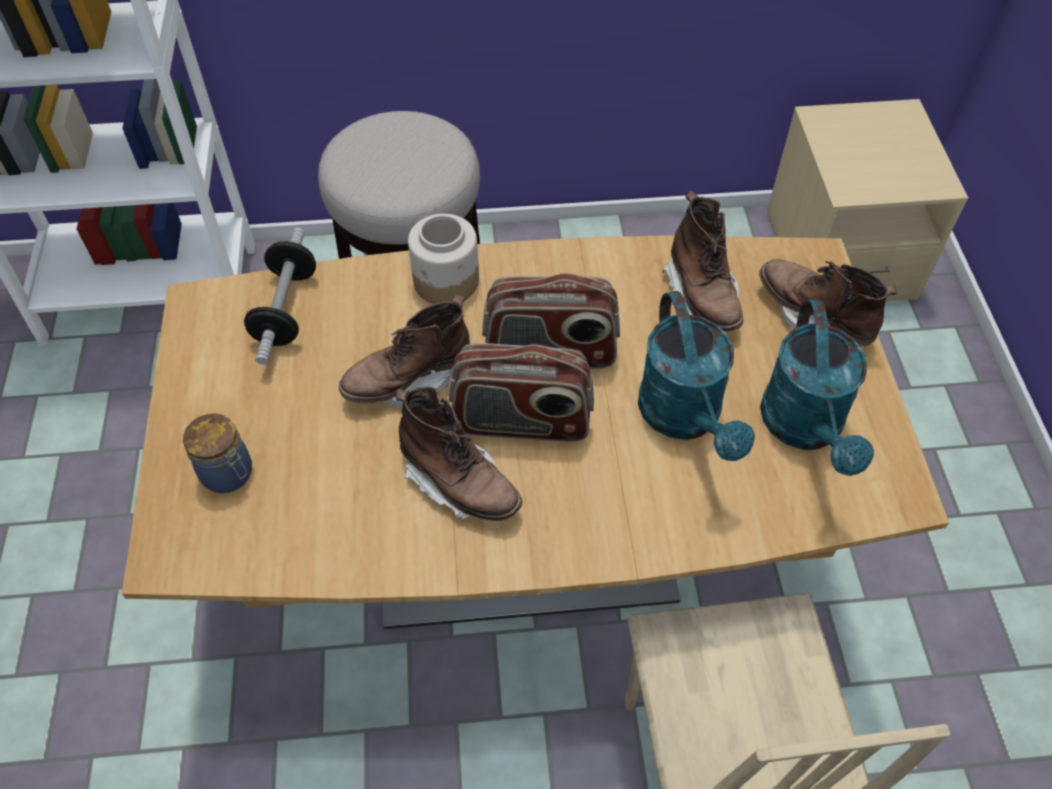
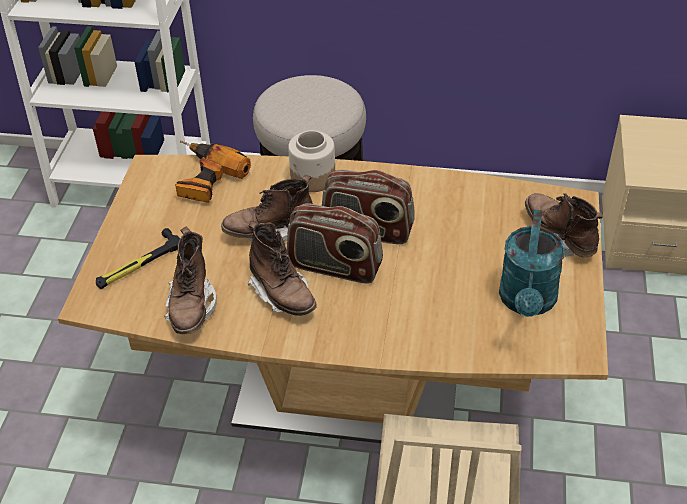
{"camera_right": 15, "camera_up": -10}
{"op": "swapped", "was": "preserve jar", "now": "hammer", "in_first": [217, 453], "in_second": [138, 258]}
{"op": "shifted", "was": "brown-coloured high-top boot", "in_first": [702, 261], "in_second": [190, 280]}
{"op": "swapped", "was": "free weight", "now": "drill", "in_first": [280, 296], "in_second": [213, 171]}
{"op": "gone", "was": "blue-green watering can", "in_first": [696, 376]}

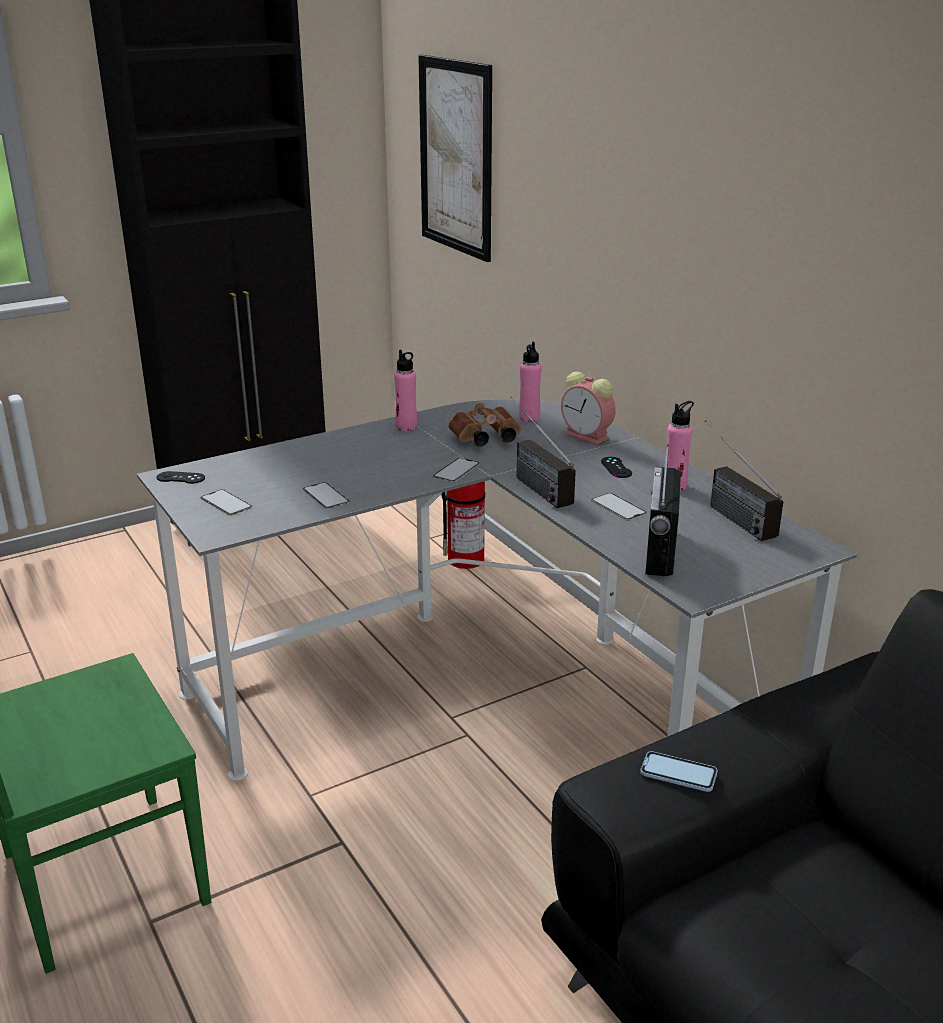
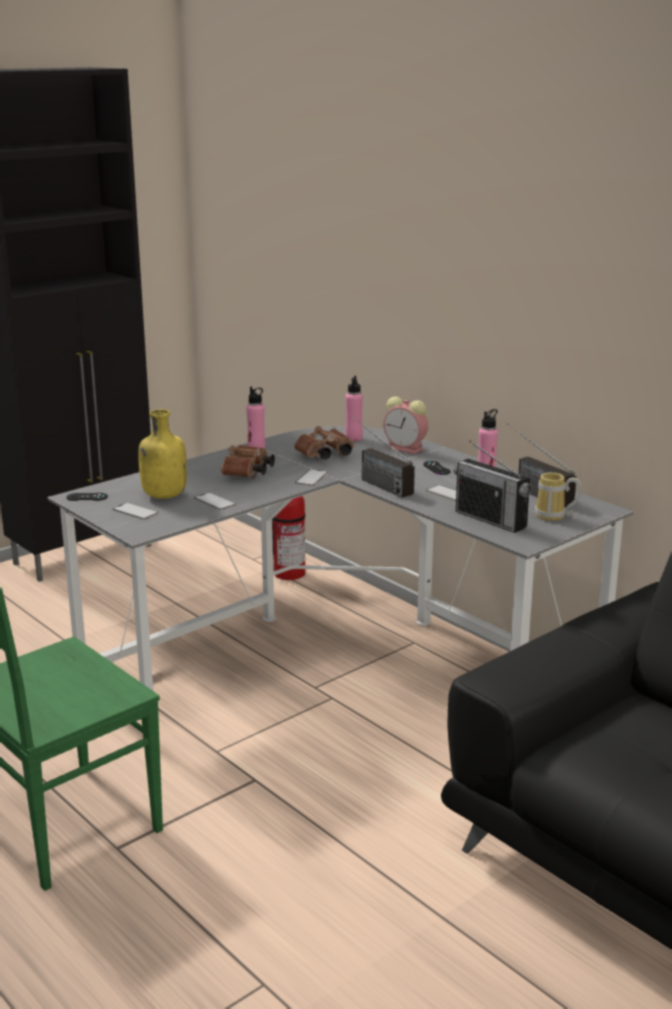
{"camera_right": -10, "camera_up": -5}
{"op": "new", "now": "yellow-coloured drink bottle", "in_second": [162, 454]}
{"op": "new", "now": "brown-coloured pair of binoculars", "in_second": [248, 461]}
{"op": "rotated", "was": "radio", "in_first": [663, 510], "in_second": [493, 486], "clockwise": -45}
{"op": "new", "now": "coffee mug", "in_second": [558, 496]}
{"op": "gone", "was": "picture", "in_first": [455, 158]}
{"op": "gone", "was": "telephone", "in_first": [679, 771]}

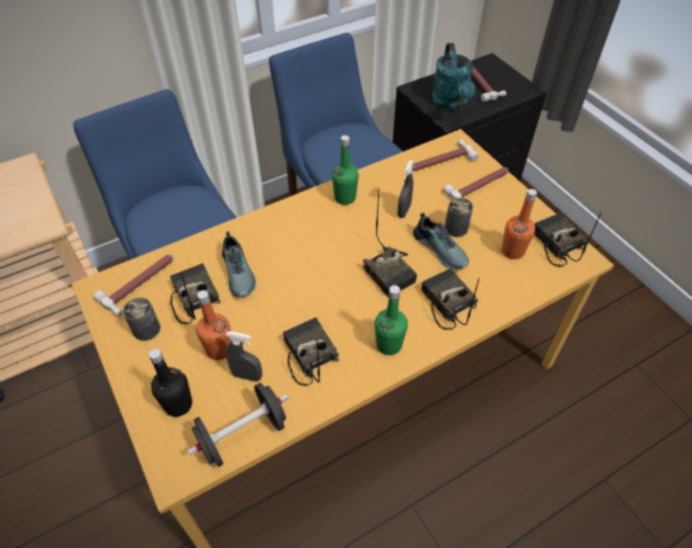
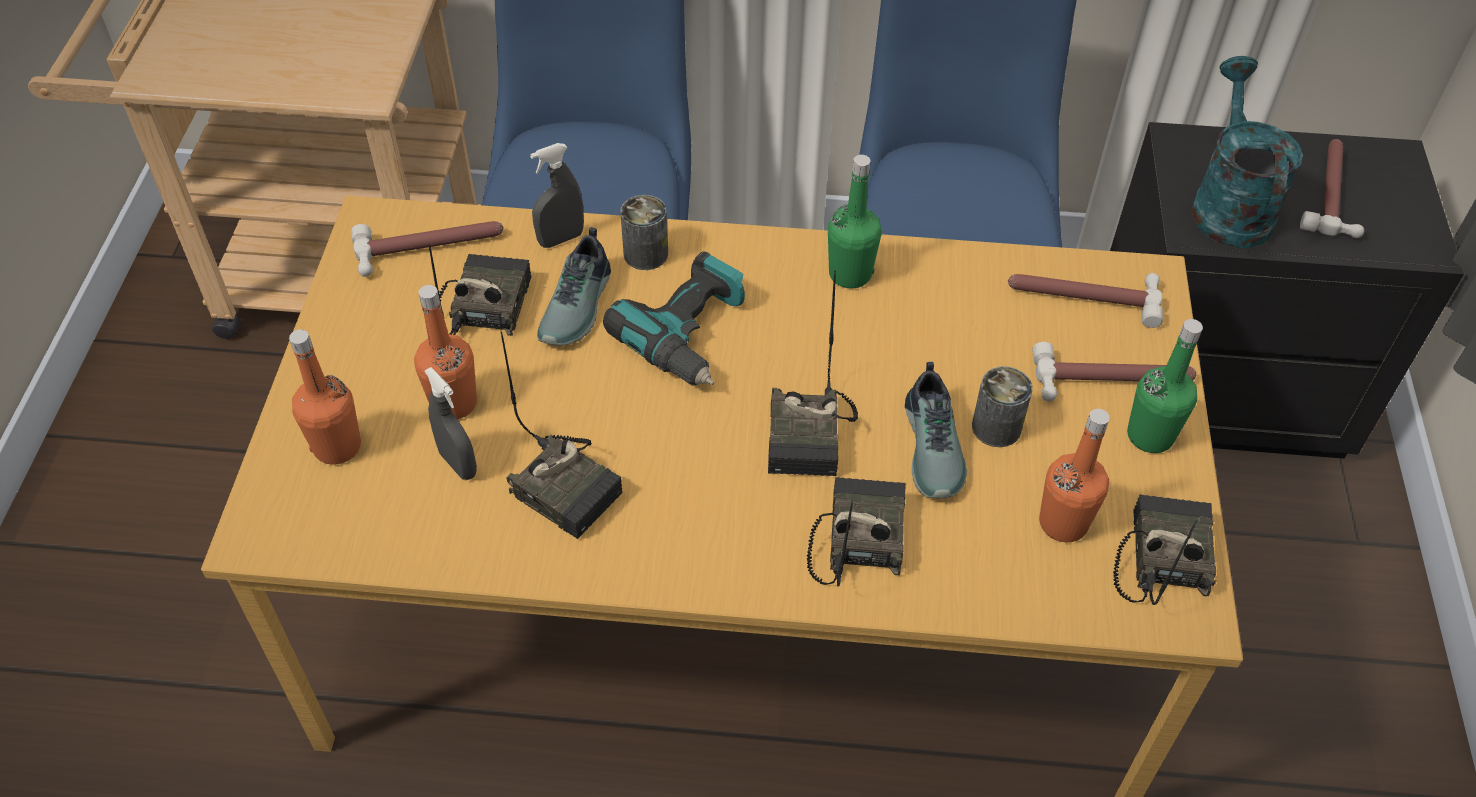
{"camera_right": 35, "camera_up": 0}
{"op": "repainted", "was": "blackish drink bottle", "now": "orange drink bottle", "in_first": [170, 382], "in_second": [325, 397]}
{"op": "rotated", "was": "radio", "in_first": [311, 351], "in_second": [561, 435], "clockwise": 120}
{"op": "shifted", "was": "gray sprayer", "in_first": [405, 189], "in_second": [557, 195]}
{"op": "new", "now": "drill", "in_second": [674, 318]}
{"op": "shifted", "was": "can", "in_first": [141, 319], "in_second": [644, 232]}
{"op": "shifted", "was": "green drink bottle", "in_first": [391, 320], "in_second": [1165, 386]}
{"op": "rotated", "was": "blue-green watering can", "in_first": [453, 77], "in_second": [1247, 152], "clockwise": 150}
{"op": "gone", "was": "blackish free weight", "in_first": [238, 425]}

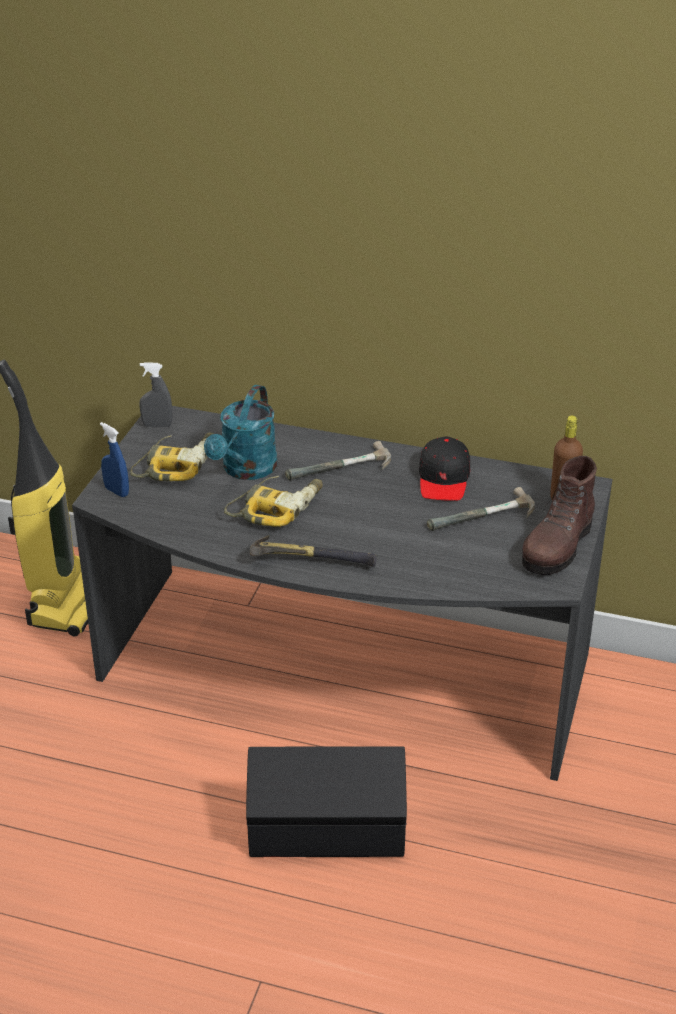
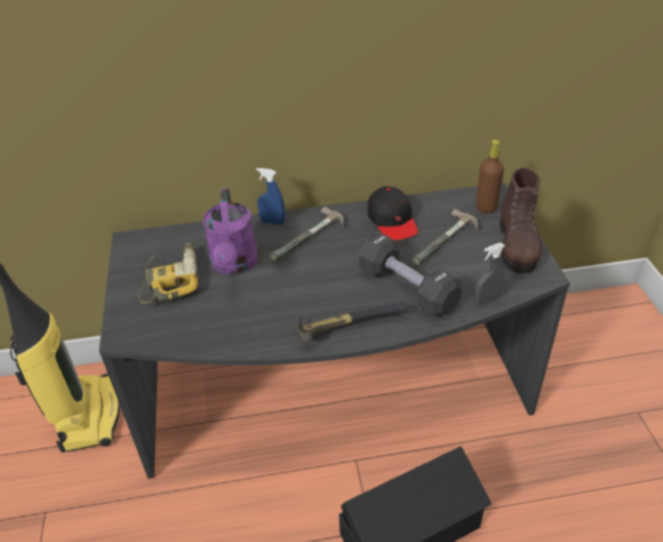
{"camera_right": -25, "camera_up": 5}
{"op": "repainted", "was": "blue-green watering can", "now": "purplish watering can", "in_first": [240, 432], "in_second": [230, 232]}
{"op": "shifted", "was": "blue sprayer", "in_first": [114, 459], "in_second": [270, 196]}
{"op": "new", "now": "blackish free weight", "in_second": [410, 274]}
{"op": "shifted", "was": "gray sprayer", "in_first": [155, 394], "in_second": [489, 274]}
{"op": "gone", "was": "drill", "in_first": [273, 501]}

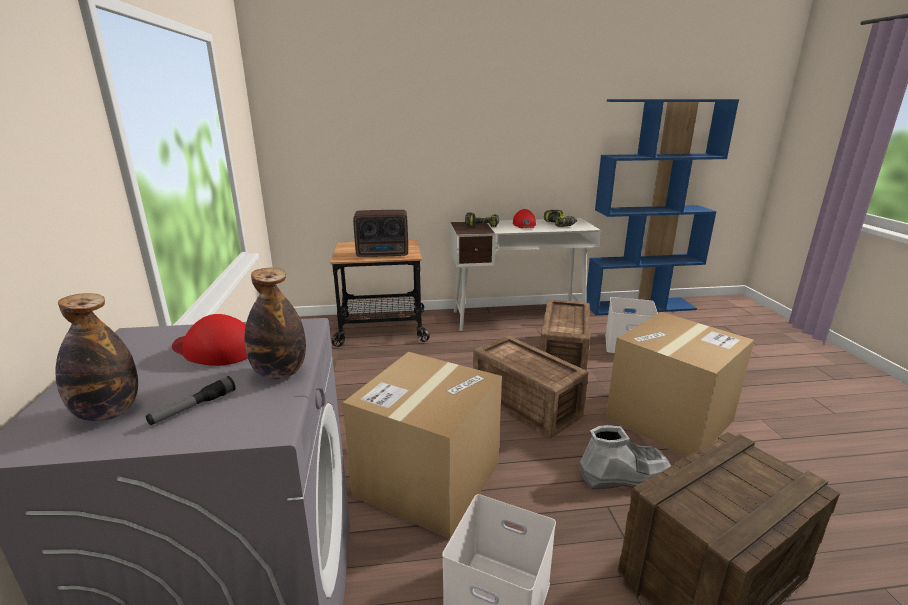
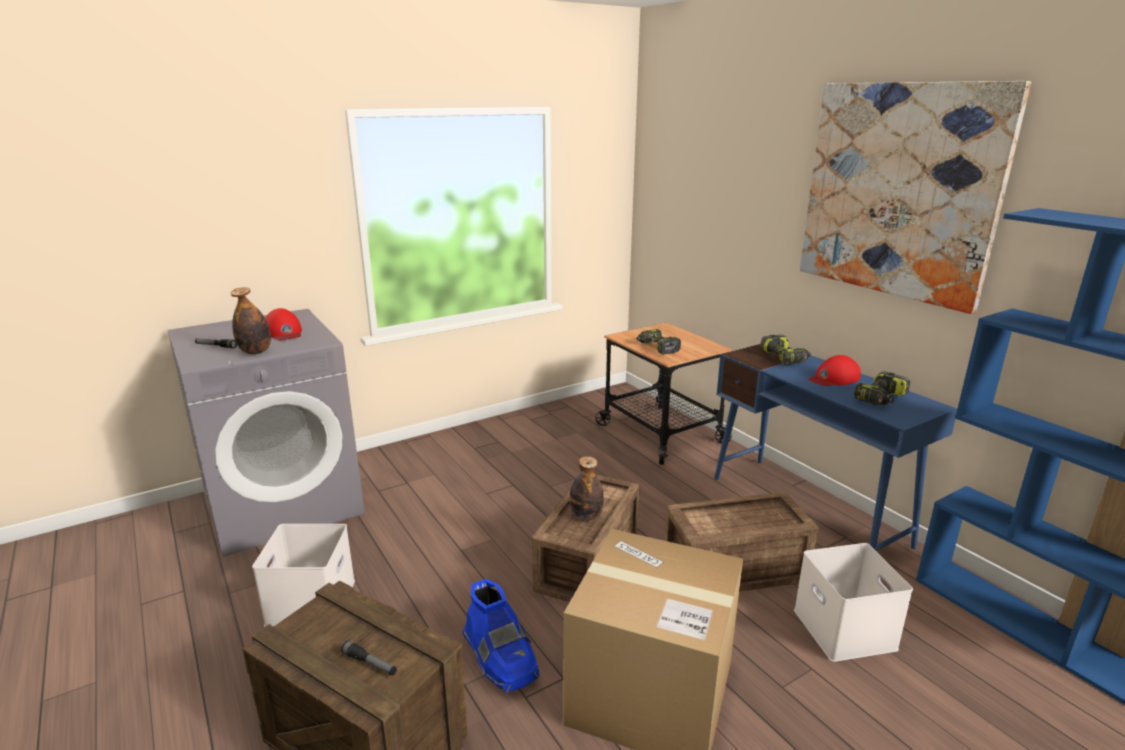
{"camera_right": 65, "camera_up": 0}
{"op": "rotated", "was": "reddish baseball cap", "in_first": [210, 340], "in_second": [283, 324], "clockwise": 150}
{"op": "new", "now": "hand torch", "in_second": [369, 658]}
{"op": "repainted", "was": "gray high-top boot", "now": "blue high-top boot", "in_first": [625, 457], "in_second": [501, 636]}
{"op": "shifted", "was": "drink bottle", "in_first": [97, 357], "in_second": [586, 488]}
{"op": "swapped", "was": "radio", "now": "drill", "in_first": [380, 233], "in_second": [658, 341]}
{"op": "repainted", "was": "white desk", "now": "blue desk", "in_first": [525, 274], "in_second": [835, 447]}
{"op": "new", "now": "picture", "in_second": [915, 197]}
{"op": "gone", "was": "cardboard box", "in_first": [422, 445]}

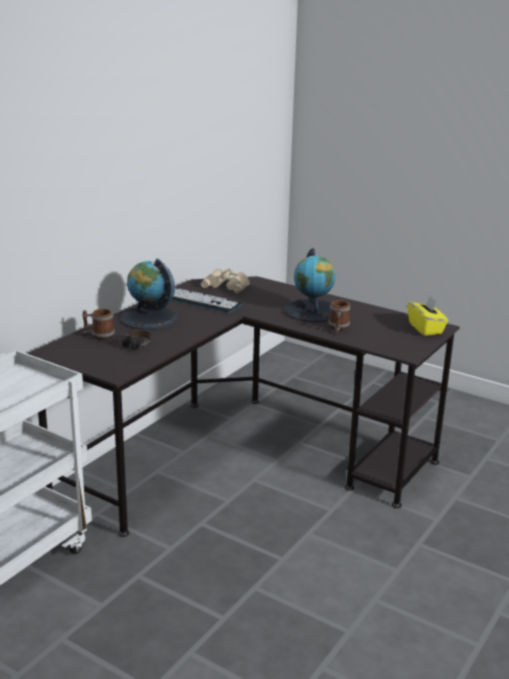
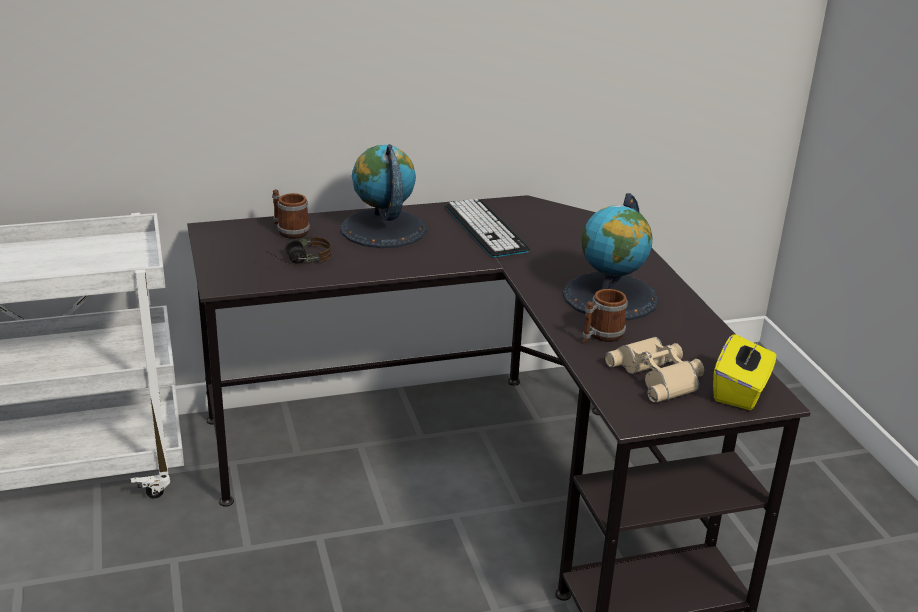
{"camera_right": 40, "camera_up": 5}
{"op": "shifted", "was": "beige pair of binoculars", "in_first": [225, 281], "in_second": [654, 370]}

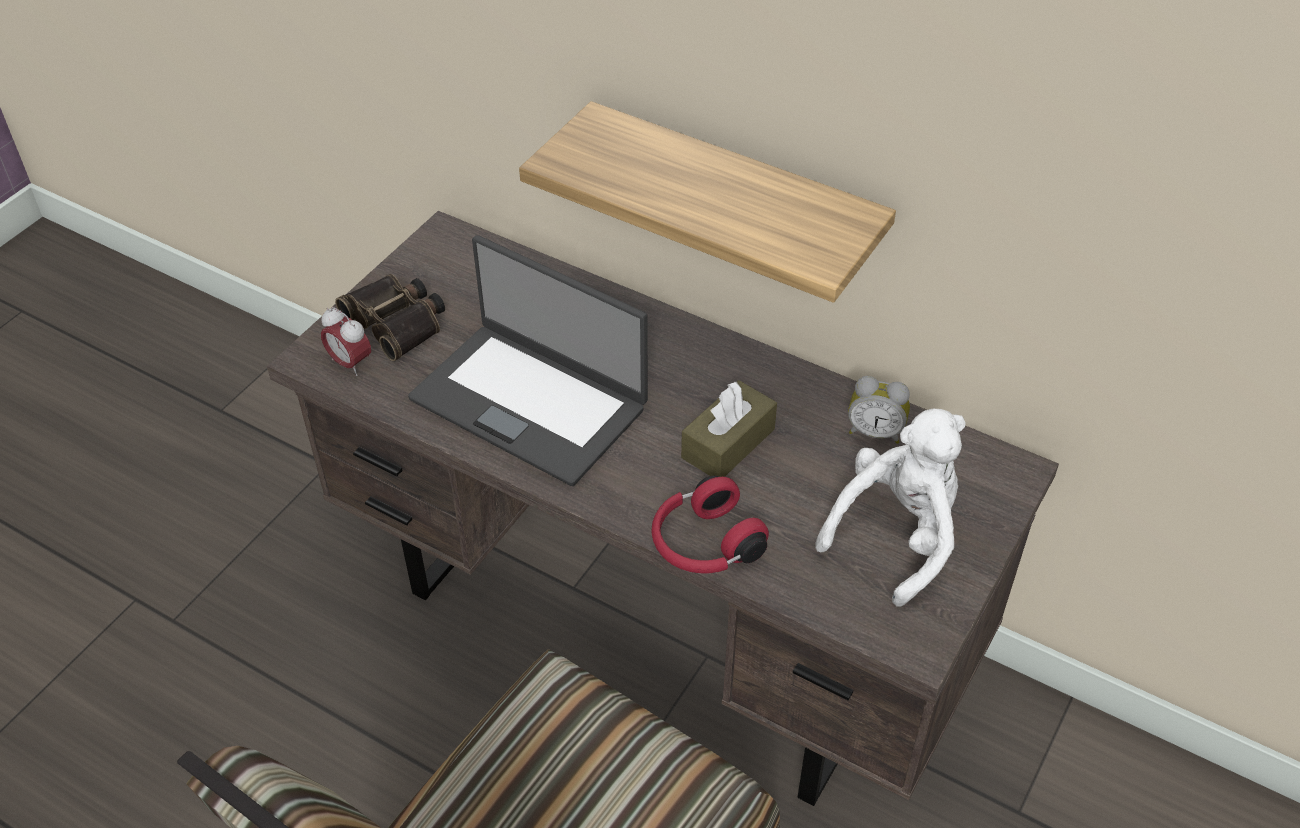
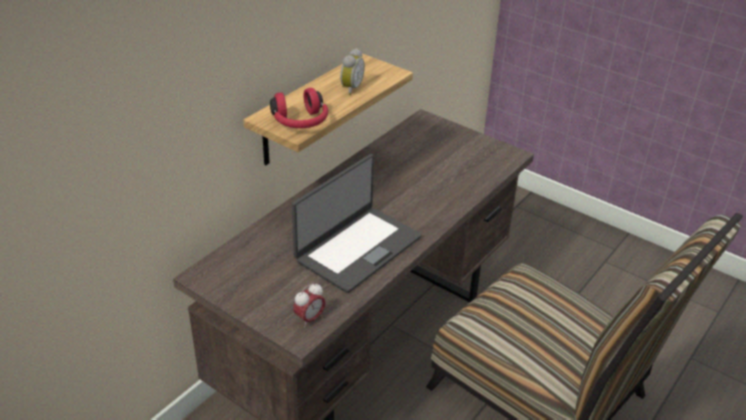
{"camera_right": -85, "camera_up": -10}
{"op": "shifted", "was": "reddish headset", "in_first": [710, 524], "in_second": [299, 108]}
{"op": "shifted", "was": "bedside clock", "in_first": [879, 410], "in_second": [352, 71]}
{"op": "gone", "was": "pair of binoculars", "in_first": [390, 317]}
{"op": "gone", "was": "brown-coloured tissue holder", "in_first": [729, 428]}
{"op": "gone", "was": "white cuddly toy", "in_first": [890, 507]}

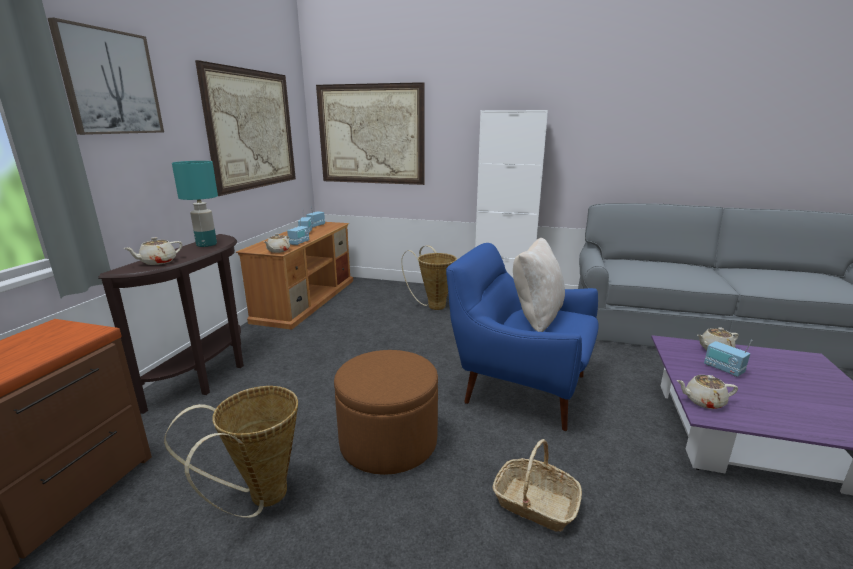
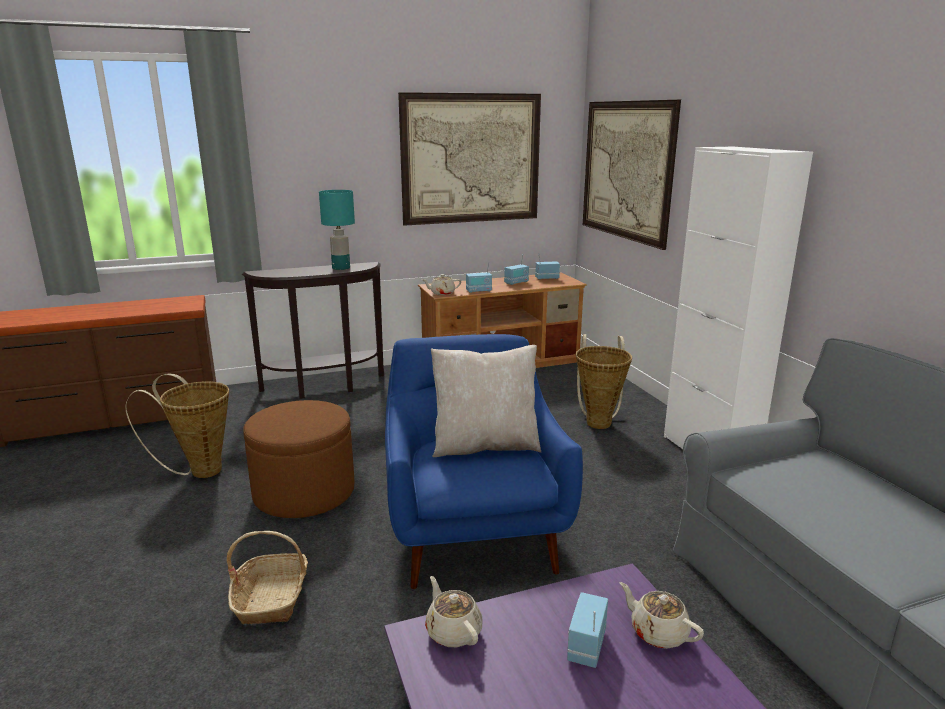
{"camera_right": 55, "camera_up": 0}
{"op": "gone", "was": "picture", "in_first": [106, 76]}
{"op": "gone", "was": "beige teapot", "in_first": [153, 251]}

